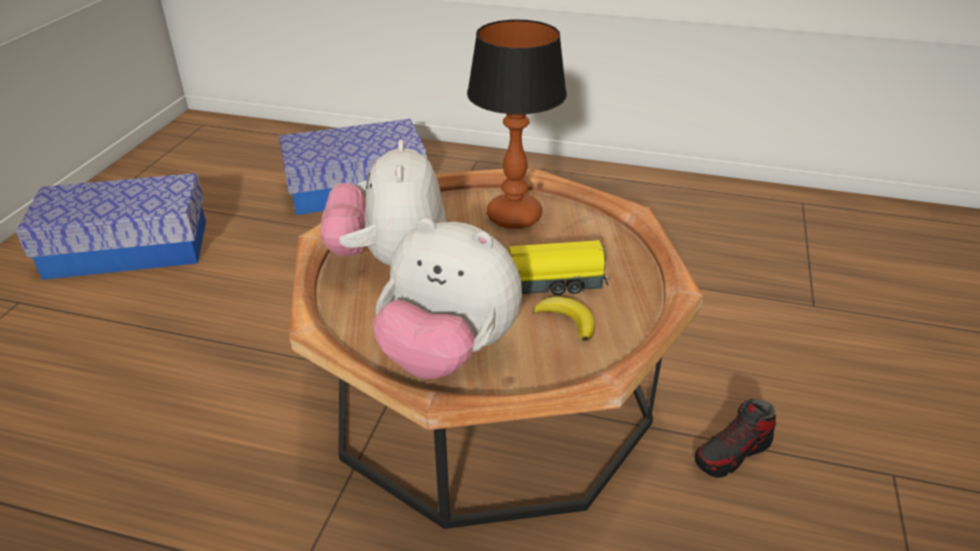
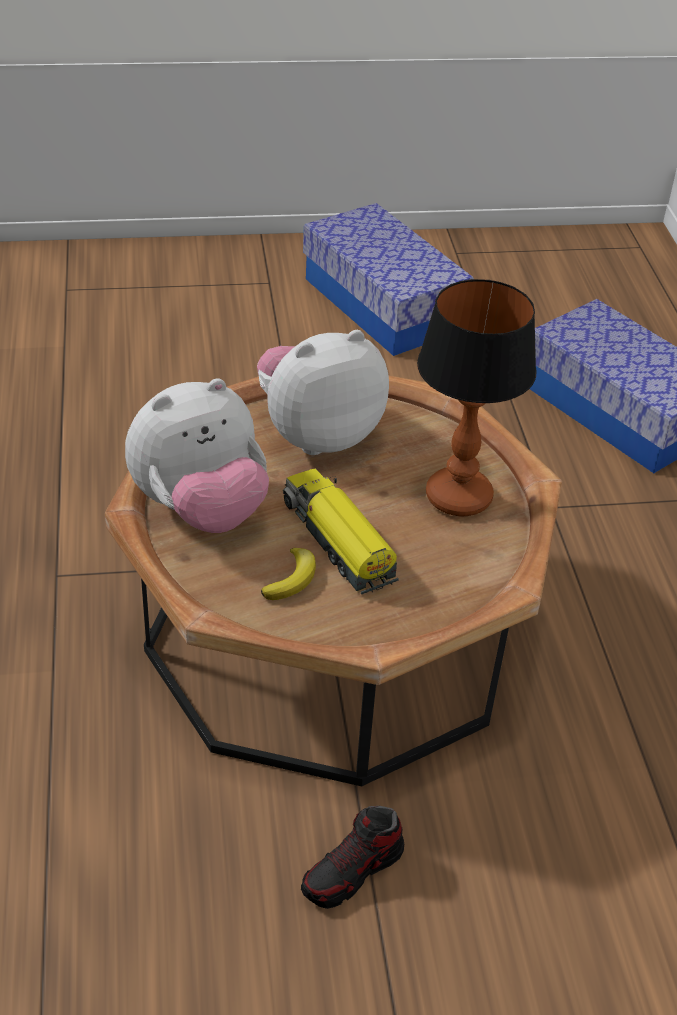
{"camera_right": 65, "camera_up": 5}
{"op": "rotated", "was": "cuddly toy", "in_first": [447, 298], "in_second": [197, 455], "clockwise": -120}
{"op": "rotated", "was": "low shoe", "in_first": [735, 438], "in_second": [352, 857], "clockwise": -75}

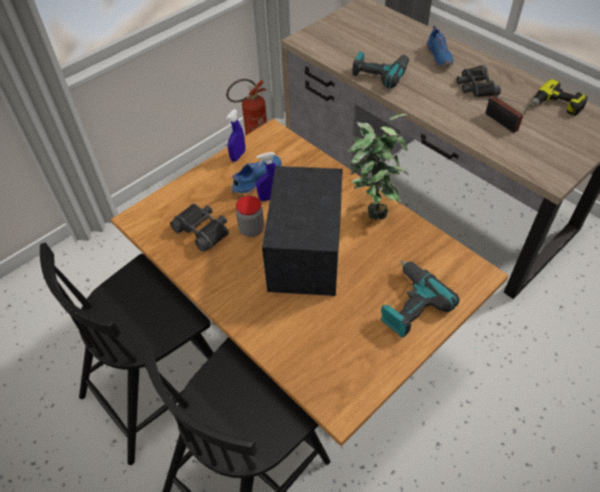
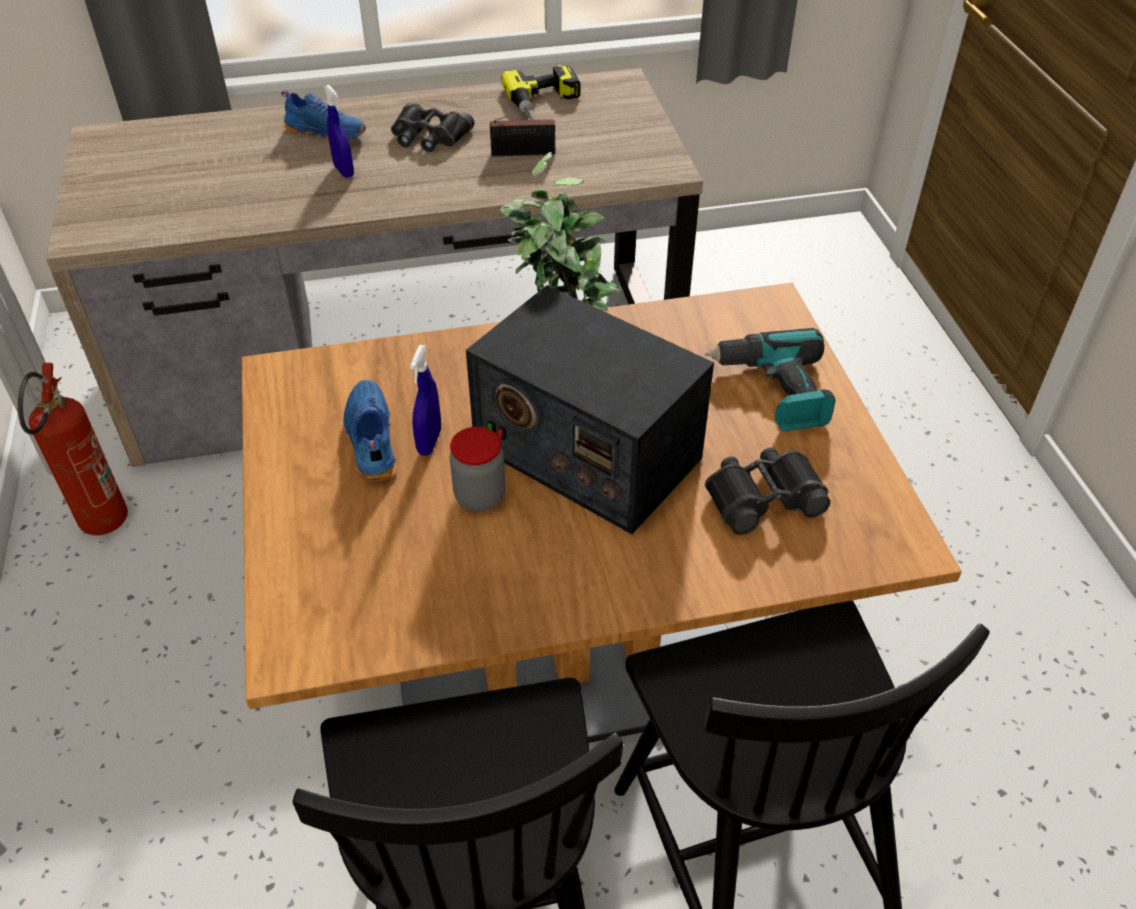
{"camera_right": -60, "camera_up": -5}
{"op": "shifted", "was": "blue sprayer", "in_first": [235, 135], "in_second": [339, 131]}
{"op": "shifted", "was": "blackish pair of binoculars", "in_first": [199, 228], "in_second": [767, 491]}
{"op": "gone", "was": "drill", "in_first": [380, 69]}

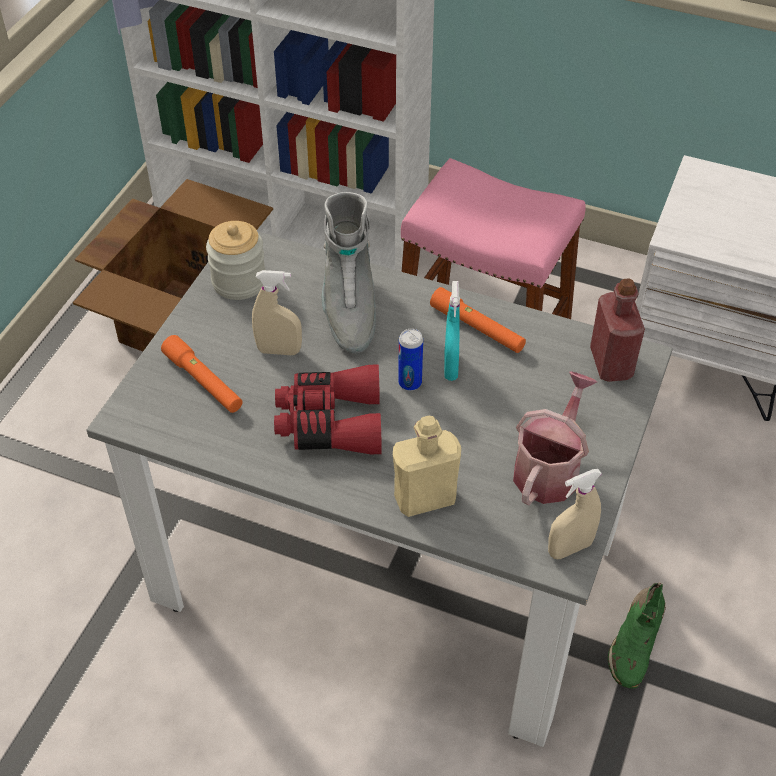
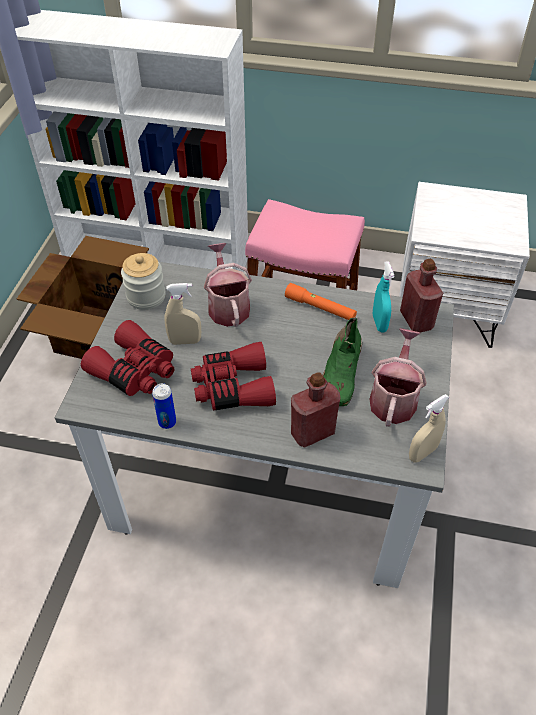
{"camera_right": -10, "camera_up": 0}
{"op": "swapped", "was": "orange hand torch", "now": "reddish pair of binoculars", "in_first": [202, 374], "in_second": [127, 358]}
{"op": "shifted", "was": "can", "in_first": [410, 360], "in_second": [164, 406]}
{"op": "swapped", "was": "gray high-top boot", "now": "watering can", "in_first": [348, 273], "in_second": [228, 285]}
{"op": "repainted", "was": "beige drink bottle", "now": "reddish drink bottle", "in_first": [427, 466], "in_second": [316, 410]}
{"op": "shifted", "was": "green low shoe", "in_first": [637, 636], "in_second": [342, 361]}
{"op": "shifted", "was": "blue-green sprayer", "in_first": [452, 331], "in_second": [384, 297]}

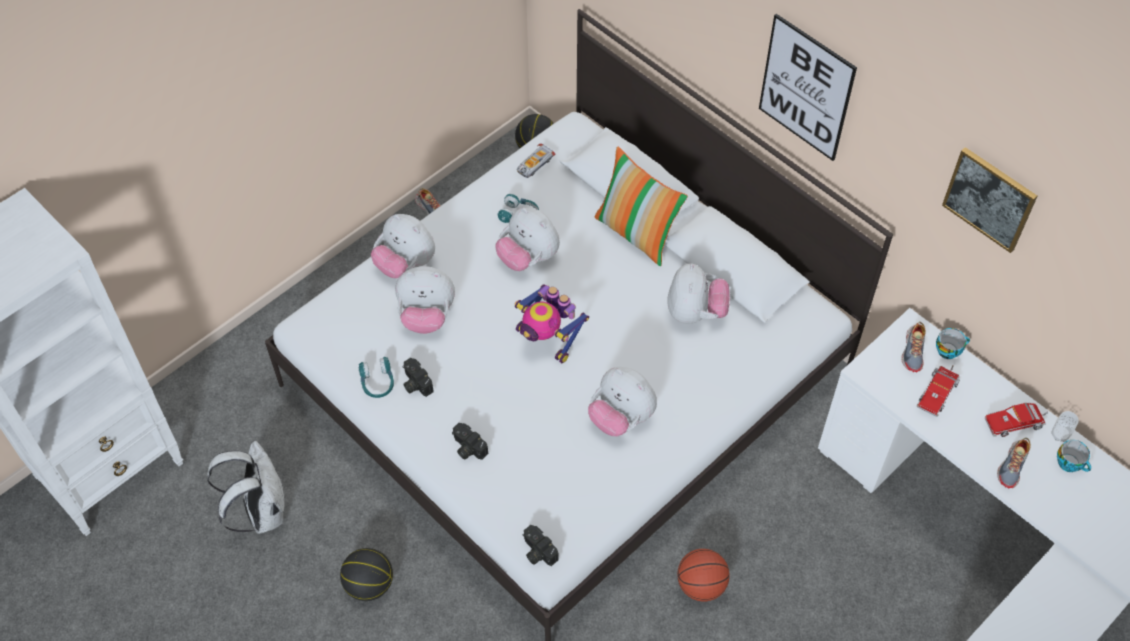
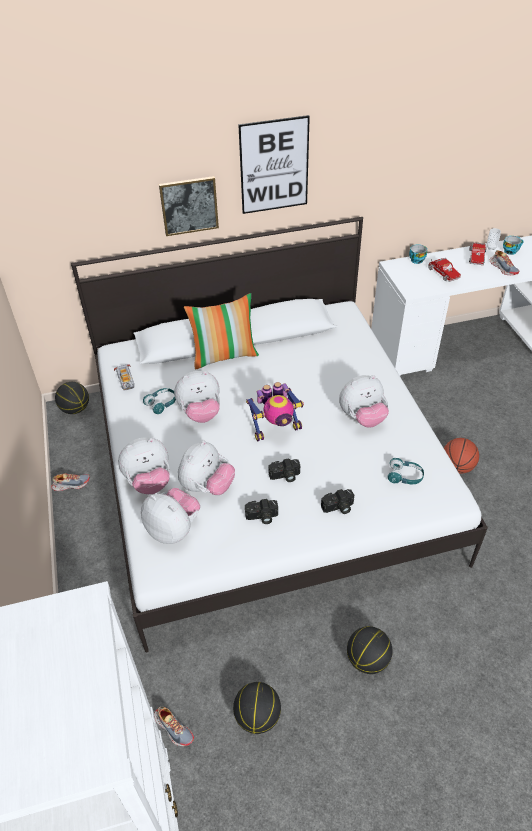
{"camera_right": -60, "camera_up": -10}
{"op": "shifted", "was": "cuddly toy", "in_first": [698, 293], "in_second": [170, 516]}
{"op": "shifted", "was": "low shoe", "in_first": [913, 347], "in_second": [174, 726]}
{"op": "shifted", "was": "picture", "in_first": [989, 200], "in_second": [189, 206]}
{"op": "swapped", "was": "white backpack", "now": "ball for basketball", "in_first": [245, 487], "in_second": [257, 708]}
{"op": "shifted", "was": "photo camera", "in_first": [540, 545], "in_second": [284, 470]}
{"op": "shifted", "was": "blue-green headset", "in_first": [376, 377], "in_second": [406, 471]}

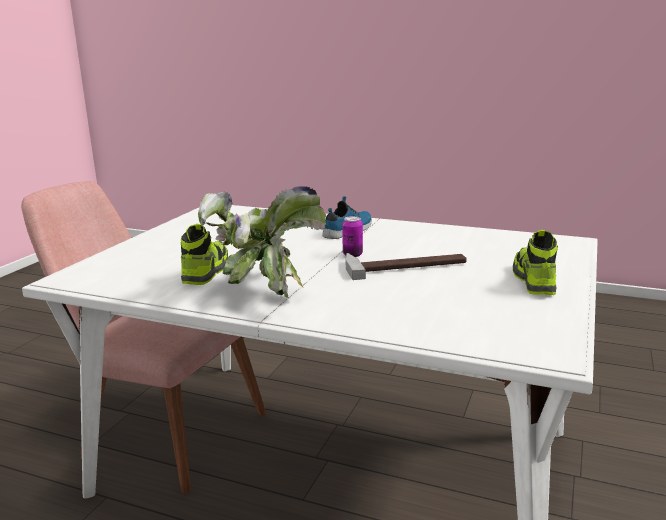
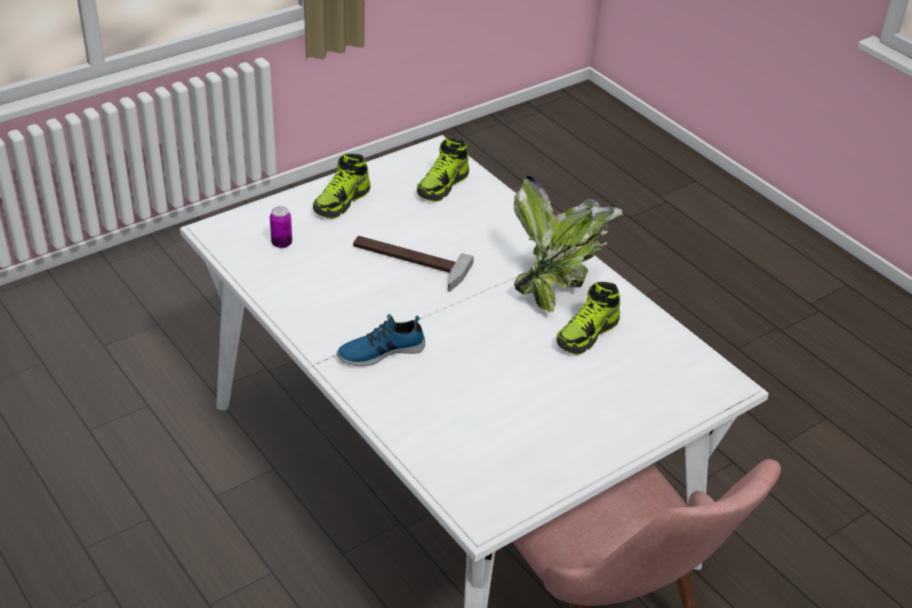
{"camera_right": -150, "camera_up": 20}
{"op": "shifted", "was": "can", "in_first": [352, 236], "in_second": [281, 227]}
{"op": "new", "now": "low shoe", "in_second": [443, 170]}

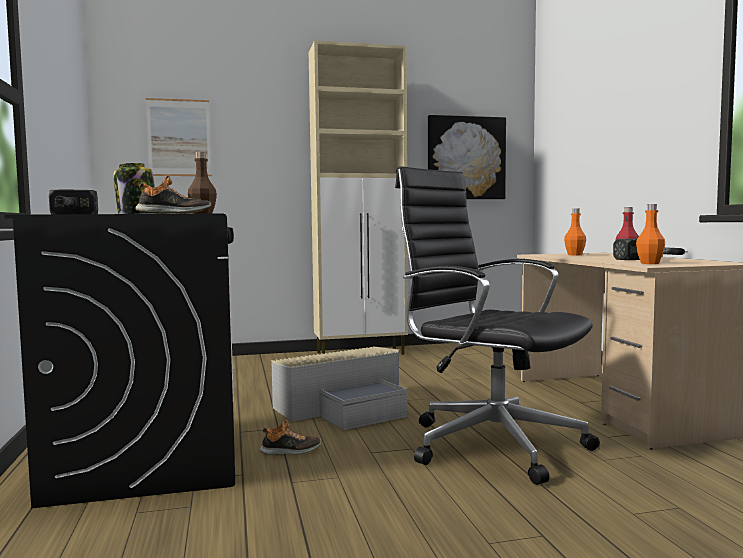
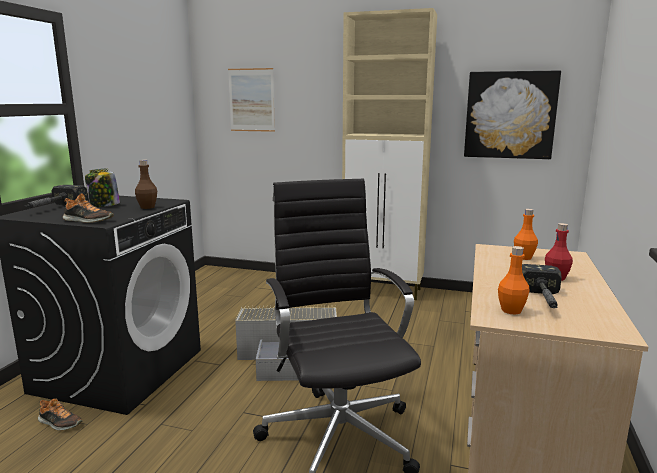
{"camera_right": 30, "camera_up": 10}
{"op": "shifted", "was": "low shoe", "in_first": [291, 437], "in_second": [60, 415]}

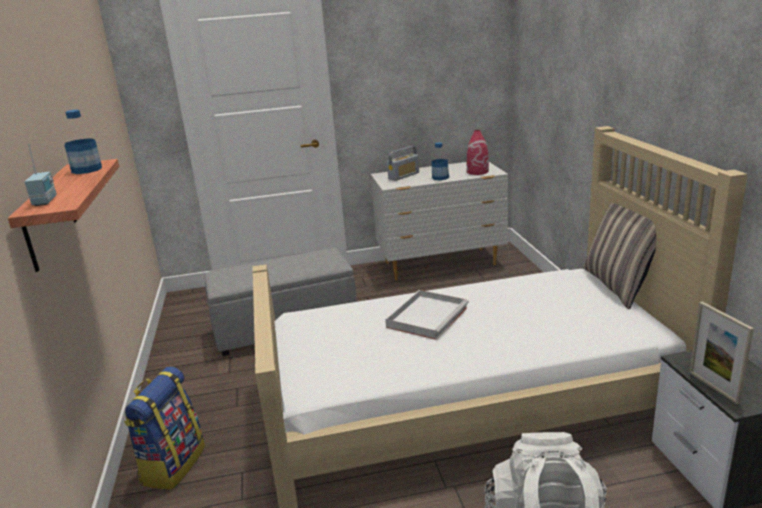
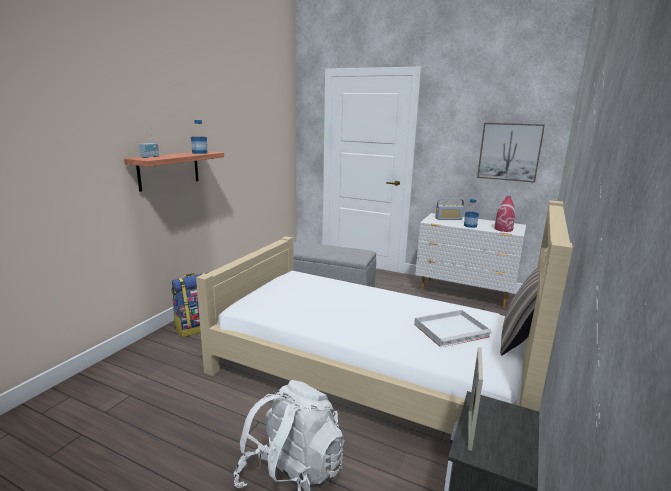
{"camera_right": 35, "camera_up": -5}
{"op": "shifted", "was": "white tray", "in_first": [427, 315], "in_second": [453, 329]}
{"op": "new", "now": "picture", "in_second": [511, 153]}

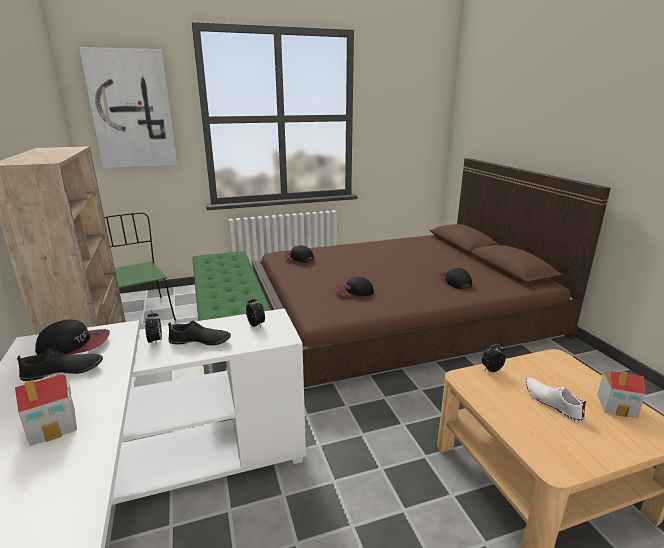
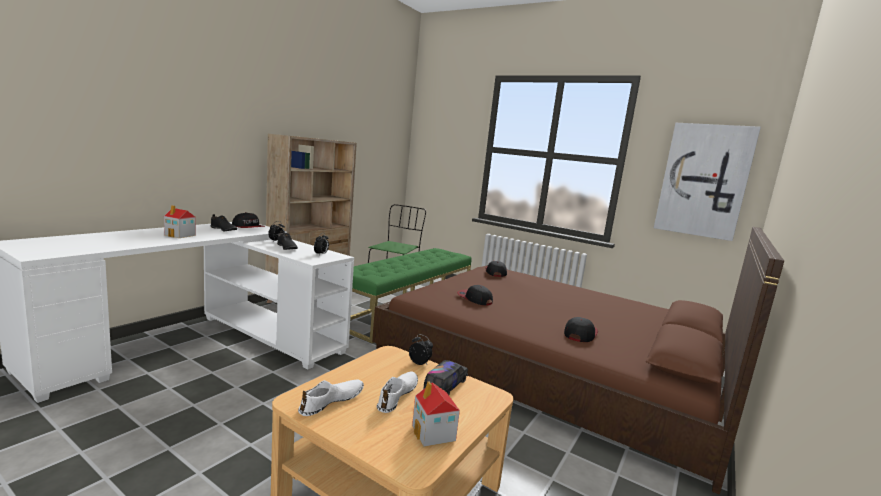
{"camera_right": 50, "camera_up": -10}
{"op": "new", "now": "white low shoe", "in_second": [331, 397]}
{"op": "new", "now": "toy truck", "in_second": [446, 377]}
{"op": "shifted", "was": "picture", "in_first": [128, 107], "in_second": [707, 182]}

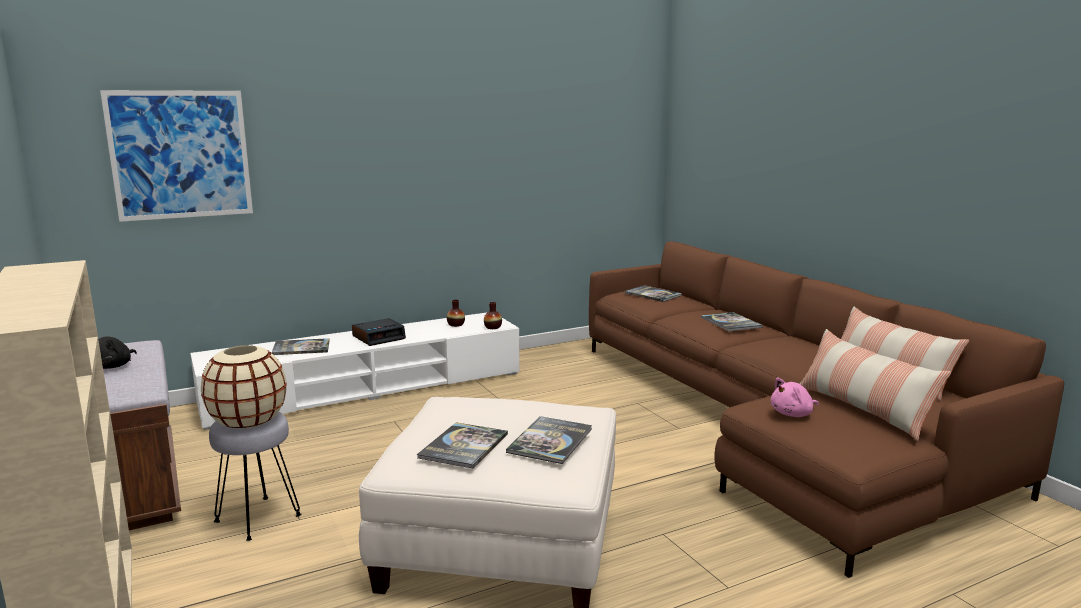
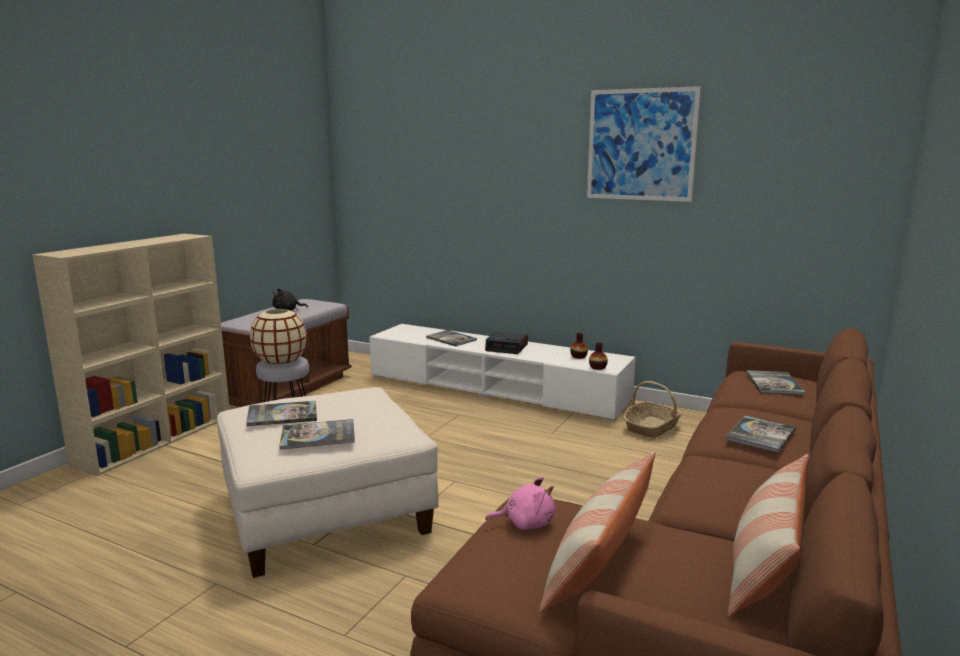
{"camera_right": 55, "camera_up": 0}
{"op": "rotated", "was": "pink-coloured cuddly toy", "in_first": [795, 397], "in_second": [520, 503], "clockwise": 150}
{"op": "shifted", "was": "picture", "in_first": [176, 156], "in_second": [644, 144]}
{"op": "new", "now": "household basket", "in_second": [652, 409]}

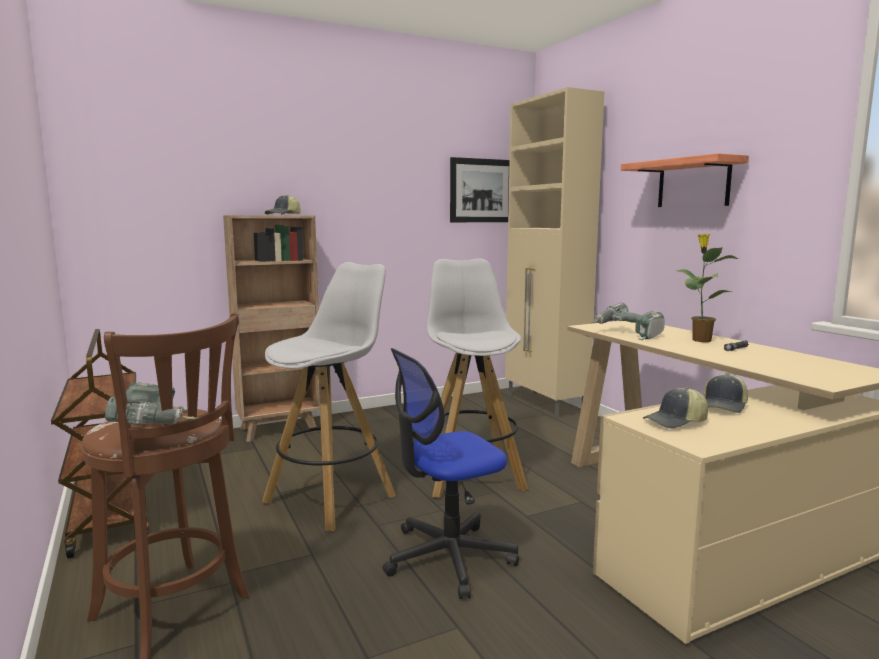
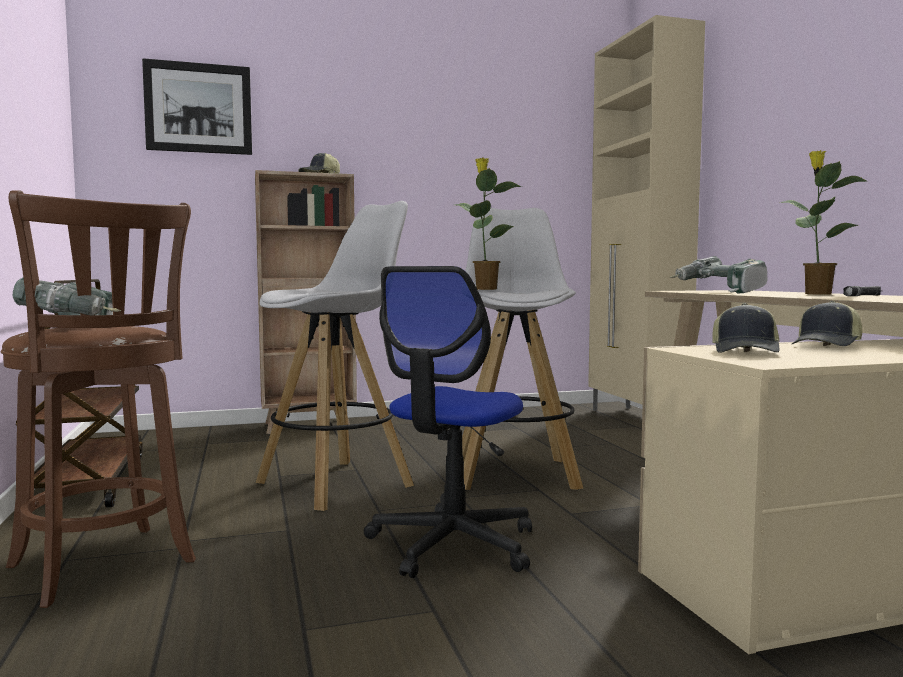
{"camera_right": 10, "camera_up": -5}
{"op": "shifted", "was": "picture", "in_first": [479, 189], "in_second": [197, 106]}
{"op": "rotated", "was": "computer chair", "in_first": [451, 473], "in_second": [448, 422], "clockwise": -45}
{"op": "new", "now": "plant in a pot", "in_second": [488, 224]}
{"op": "rotated", "was": "baseball cap", "in_first": [675, 407], "in_second": [746, 328], "clockwise": -60}
{"op": "gone", "was": "bracket shelf", "in_first": [685, 180]}

